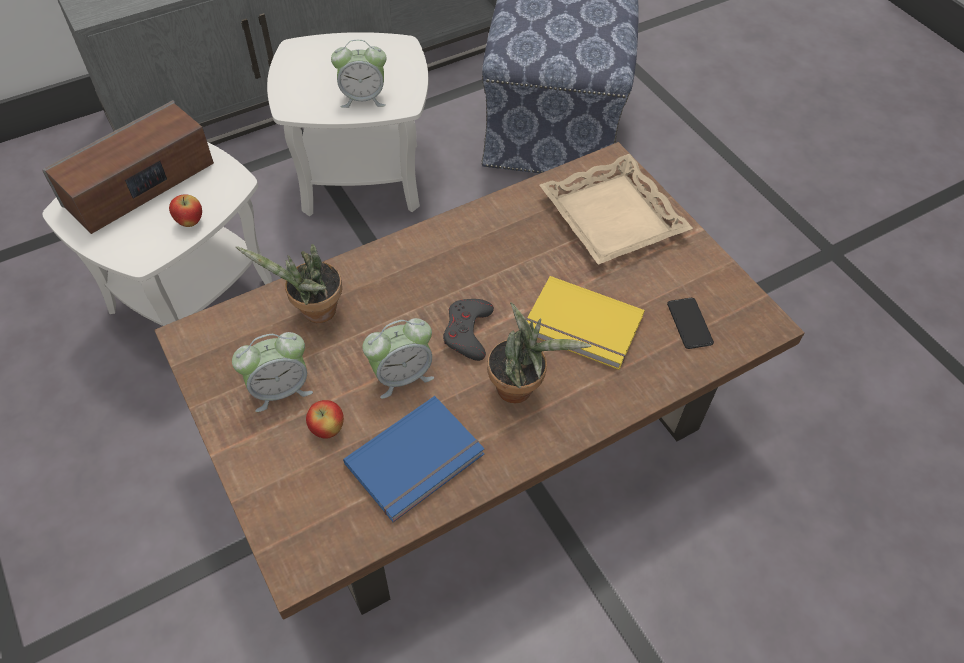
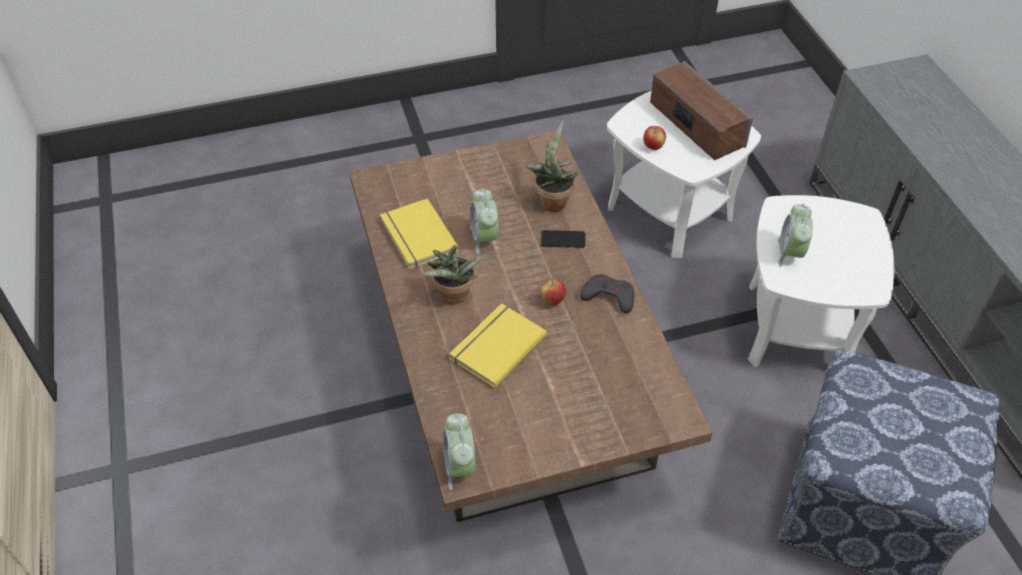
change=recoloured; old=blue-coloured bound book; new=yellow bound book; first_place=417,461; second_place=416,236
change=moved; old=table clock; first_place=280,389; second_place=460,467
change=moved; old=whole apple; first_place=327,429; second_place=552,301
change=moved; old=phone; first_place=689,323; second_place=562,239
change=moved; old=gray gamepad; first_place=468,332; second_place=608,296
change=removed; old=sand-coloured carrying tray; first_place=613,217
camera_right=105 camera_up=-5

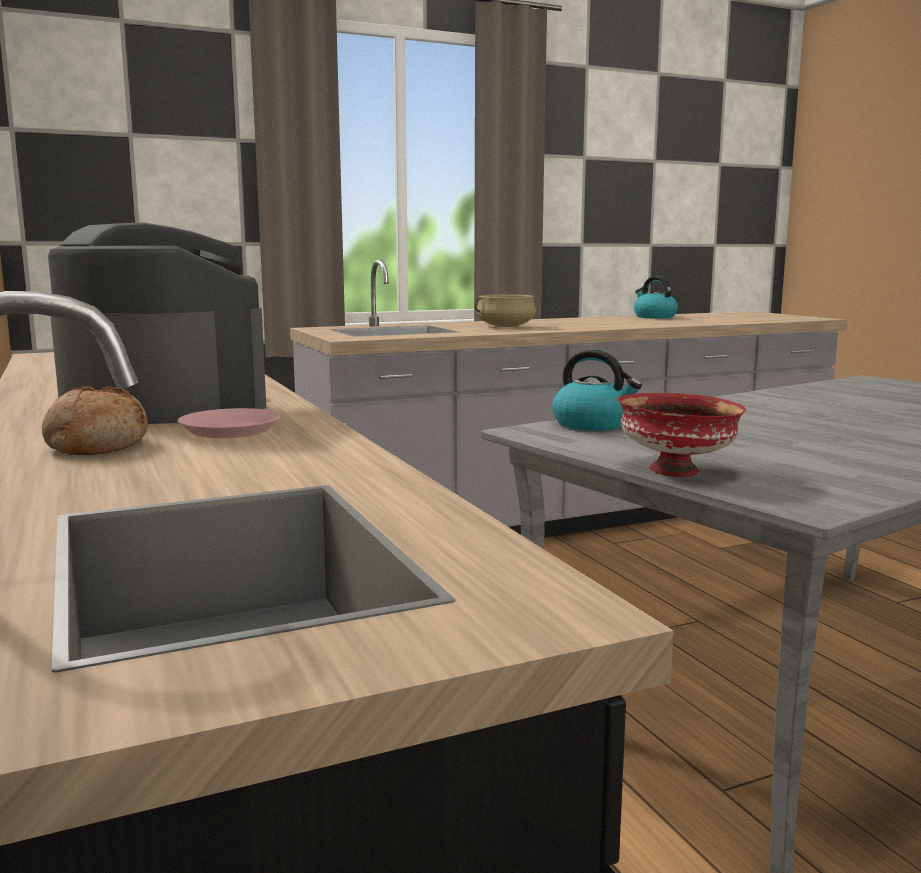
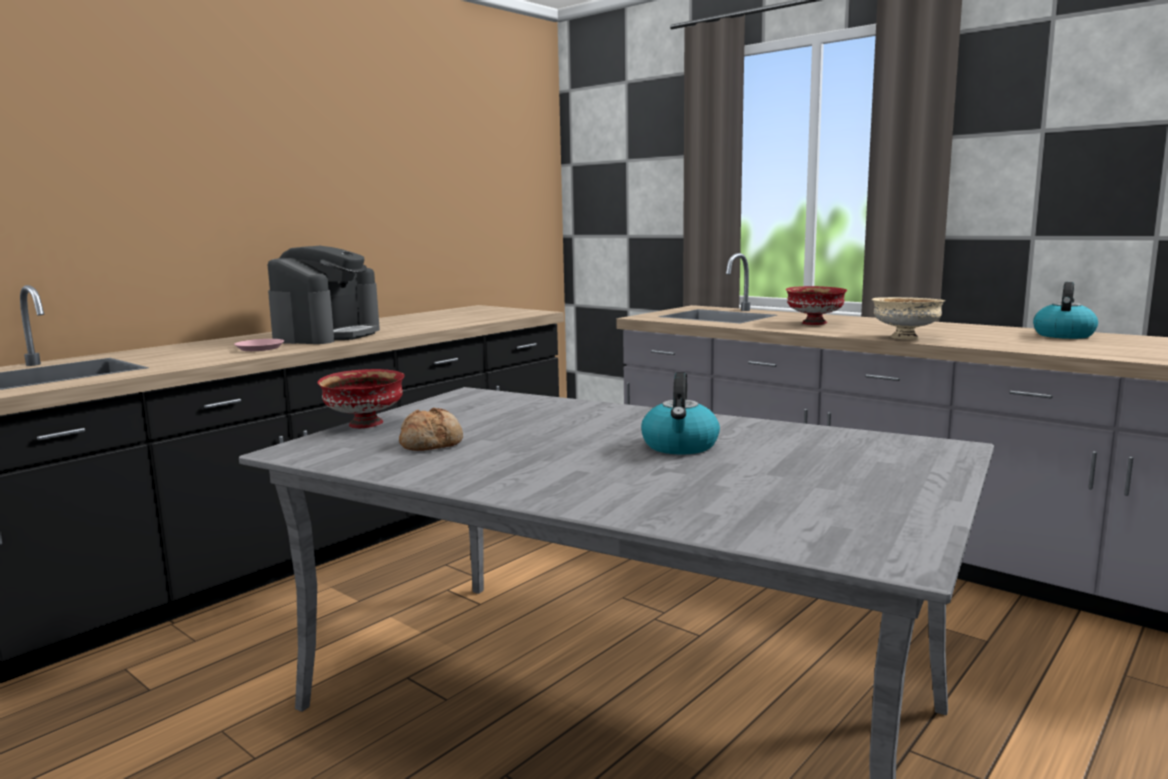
change=moved; old=bread; first_place=95,445; second_place=431,444
change=moved; old=kettle; first_place=593,424; second_place=680,446
change=replaced; old=sand-coloured stockpot; new=red-coloured deep dish; first_place=505,326; second_place=815,323
change=added; new=sand-coloured deep dish; second_place=904,338
camera_right=65 camera_up=0

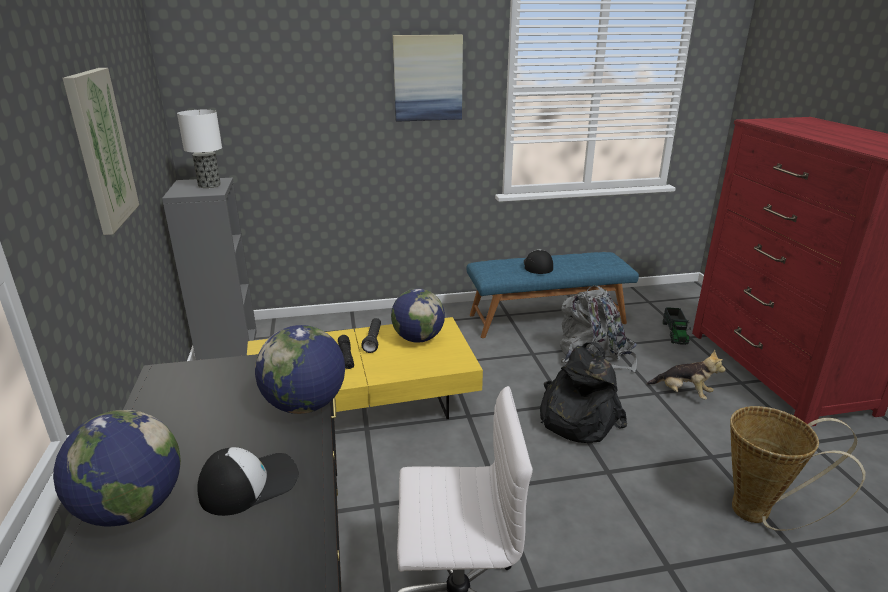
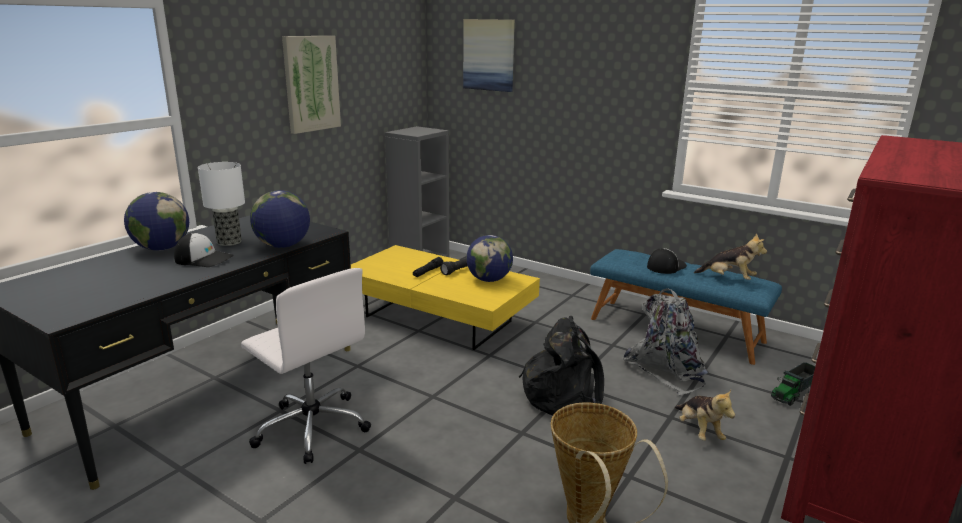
change=moved; old=lamp for a table; first_place=208,185; second_place=228,242
change=moved; old=wall art; first_place=427,78; second_place=489,55
change=added; new=soft toy; second_place=728,279
camera_right=45 camera_up=-5

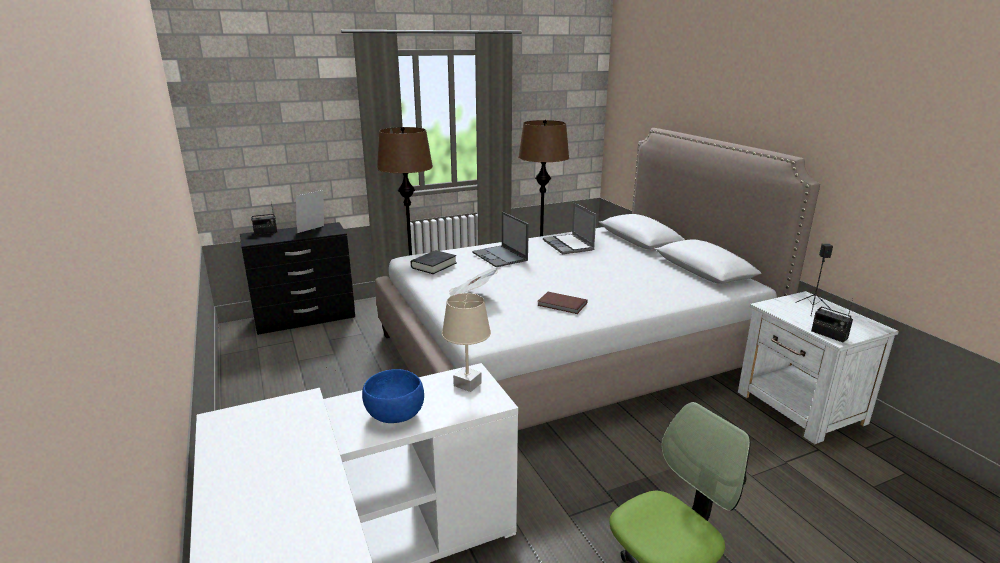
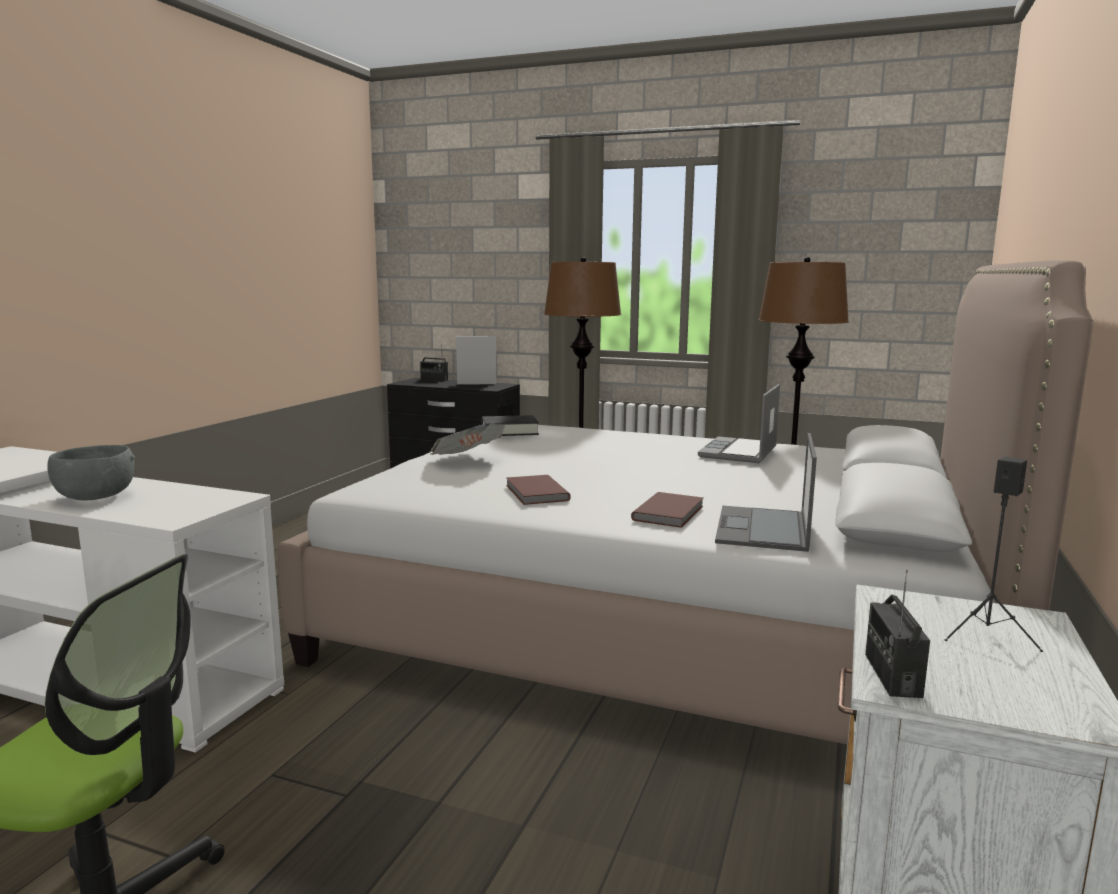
change=recoloured; old=blue-coloured deep dish; new=gray deep dish; first_place=395,415; second_place=95,497
change=added; new=brown-coloured bound book; second_place=670,513
change=moved; old=laptop; first_place=500,256; second_place=763,529
change=removed; old=sand-coloured lamp for a table; first_place=468,384
camera_right=45 camera_up=-10

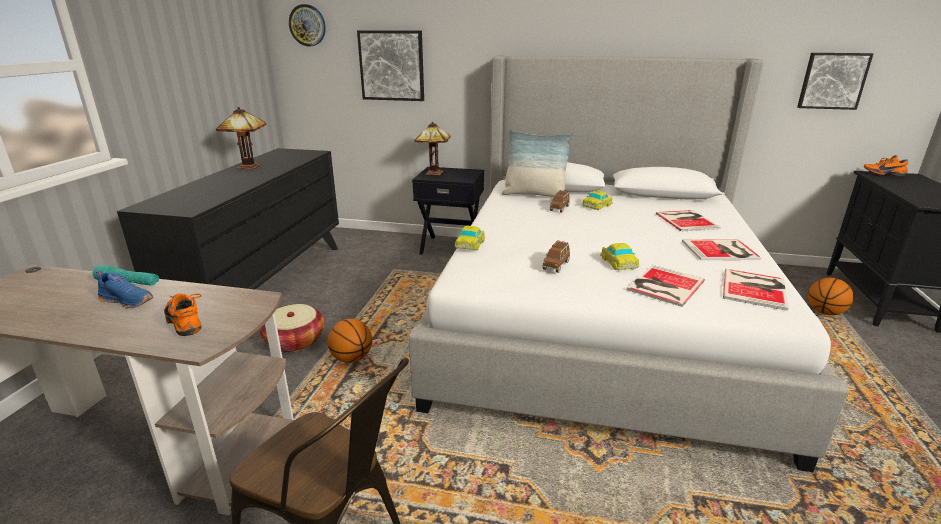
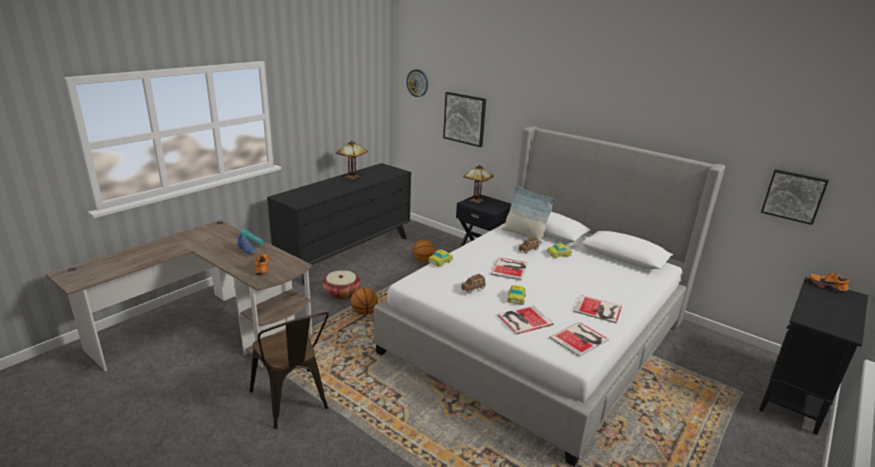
change=moved; old=basketball; first_place=825,312; second_place=423,260
change=moved; old=bound book; first_place=687,220; second_place=510,268
camera_right=25 camera_up=0

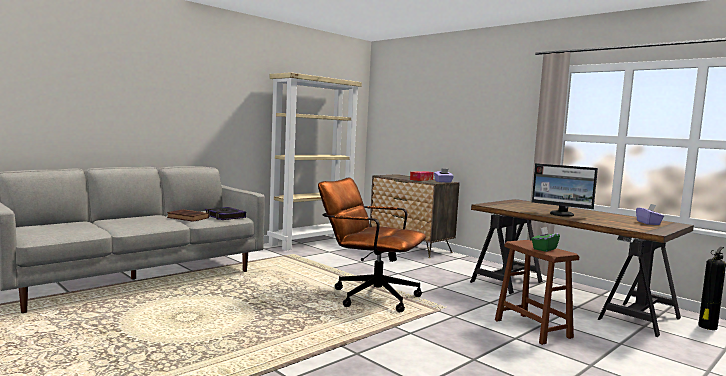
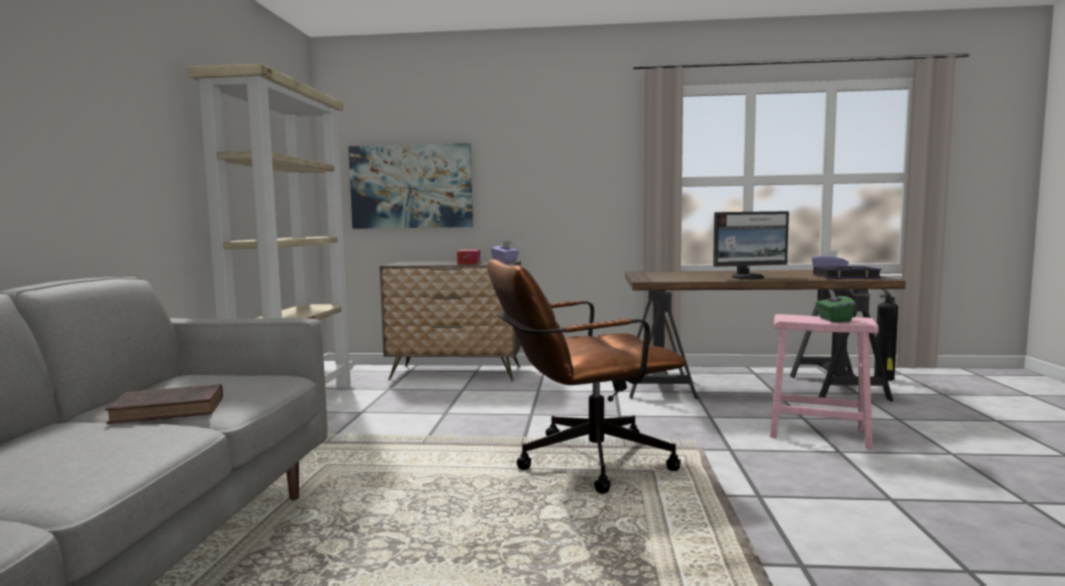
change=added; new=wall art; second_place=411,186
change=recoloured; old=brown-coloured stool; new=pink-coloured stool; first_place=532,328; second_place=818,433
change=moved; old=bound book; first_place=225,216; second_place=846,277
camera_right=-40 camera_up=0

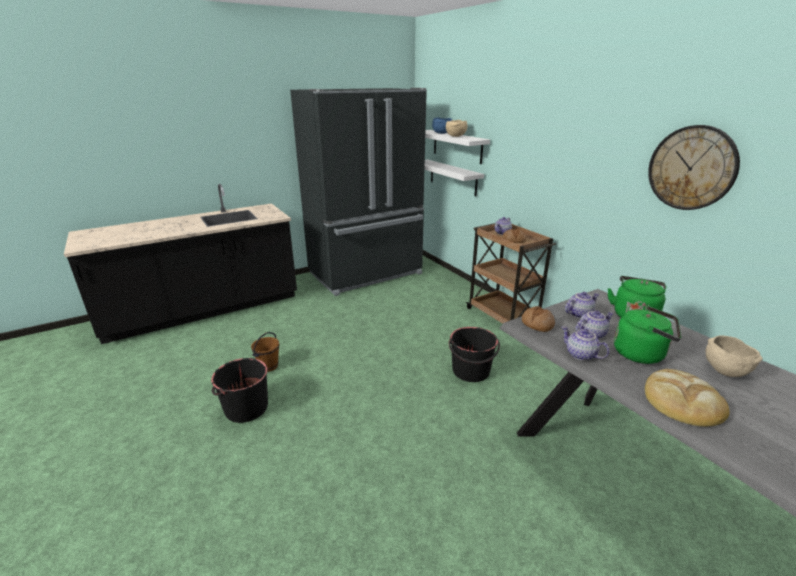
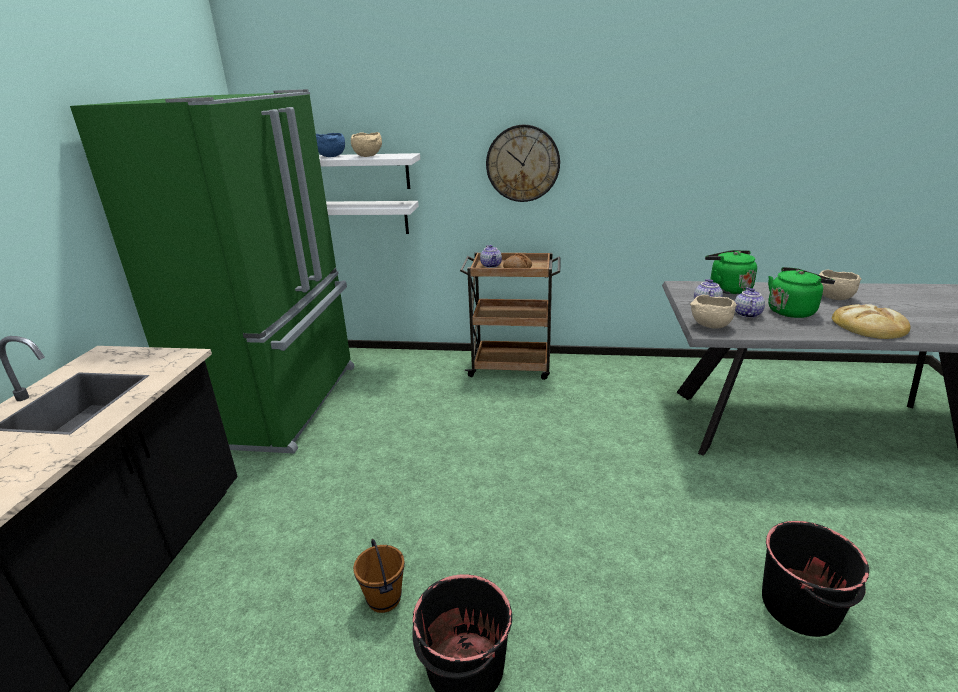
change=recoloured; old=black kitchen fridge; new=green-coloured kitchen fridge; first_place=367,274; second_place=282,403
change=moved; old=hanging clock; first_place=691,168; second_place=523,163
change=replaced; old=bread; new=sand-coloured deep dish; first_place=537,324; second_place=709,326
change=moved; old=black water bucket; first_place=471,371; second_place=801,607
change=removed; old=tea pot; first_place=581,355
camera_right=-50 camera_up=0

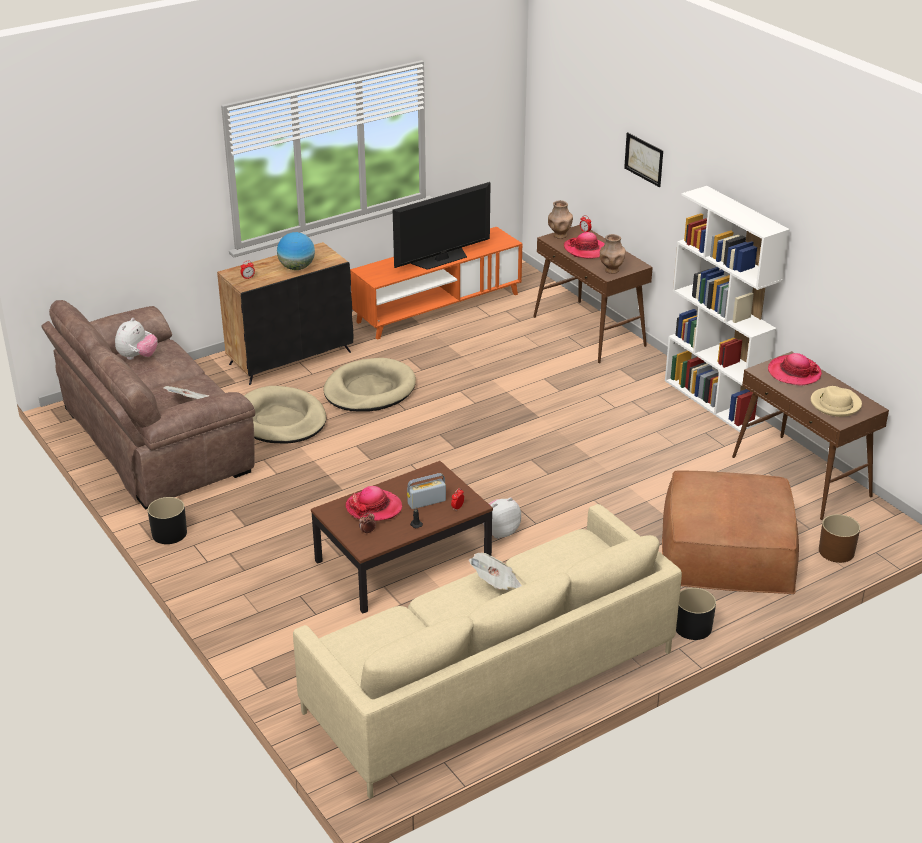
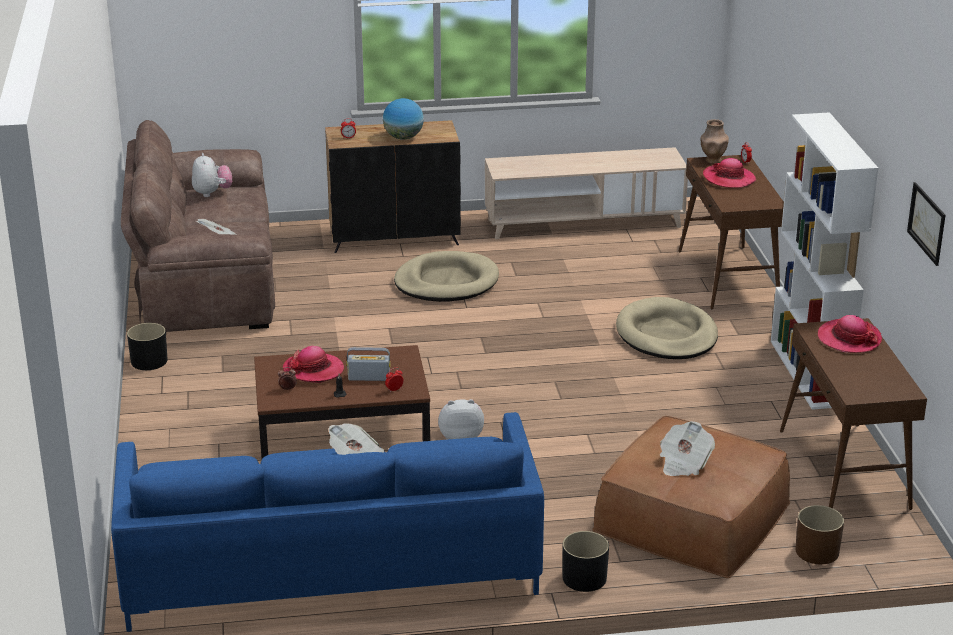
change=recoloured; old=sand-coloured settee; new=blue-coloured settee; first_place=490,681; second_place=330,566
change=turned; old=soft toy; first_place=137,357; second_place=212,193; degrees=-60
change=recoloured; old=orange tv stand; new=sand-coloured tv stand; first_place=438,308; second_place=584,223
change=moved; old=sand-coloured dog cushion; first_place=280,420; second_place=666,334
change=added; new=daily paper; second_place=683,463
change=moved; old=wall art; first_place=644,159; second_place=926,223
change=removed; old=television; first_place=441,259
change=removed; old=brown-coloured decorative vase; first_place=611,270
change=removed; old=sand-coloured clothing hat; first_place=835,404
camera_right=25 camera_up=-5

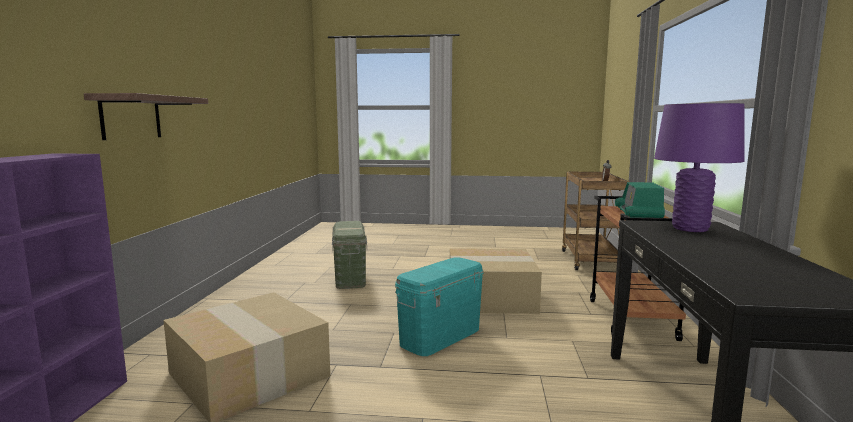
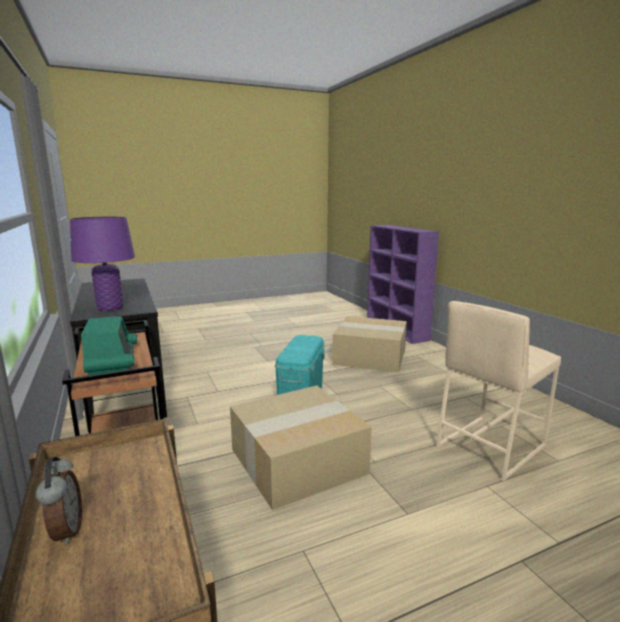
change=replaced; old=green-coloured storage box; new=sand-coloured stool; first_place=350,277; second_place=489,446
change=removed; old=wall shelf; first_place=131,117
camera_right=150 camera_up=5

